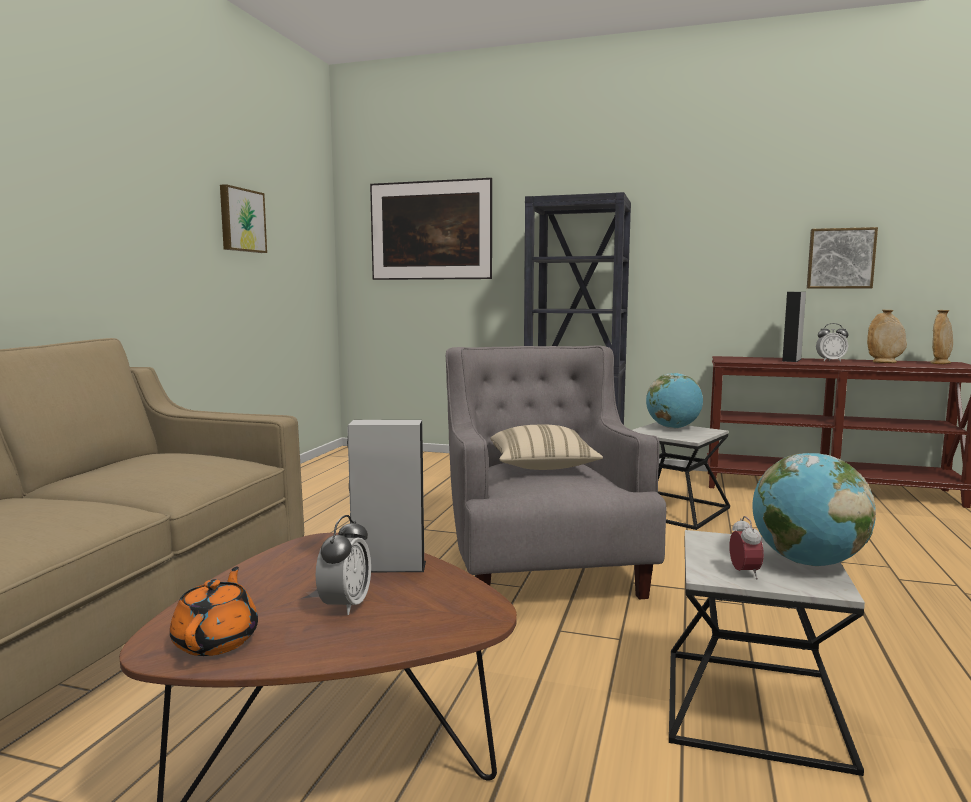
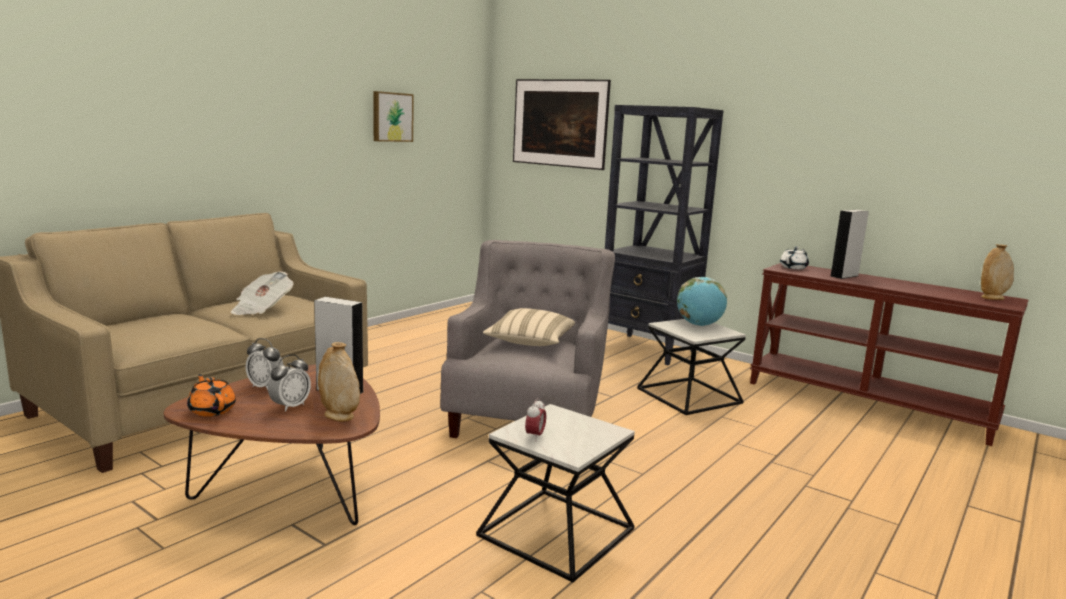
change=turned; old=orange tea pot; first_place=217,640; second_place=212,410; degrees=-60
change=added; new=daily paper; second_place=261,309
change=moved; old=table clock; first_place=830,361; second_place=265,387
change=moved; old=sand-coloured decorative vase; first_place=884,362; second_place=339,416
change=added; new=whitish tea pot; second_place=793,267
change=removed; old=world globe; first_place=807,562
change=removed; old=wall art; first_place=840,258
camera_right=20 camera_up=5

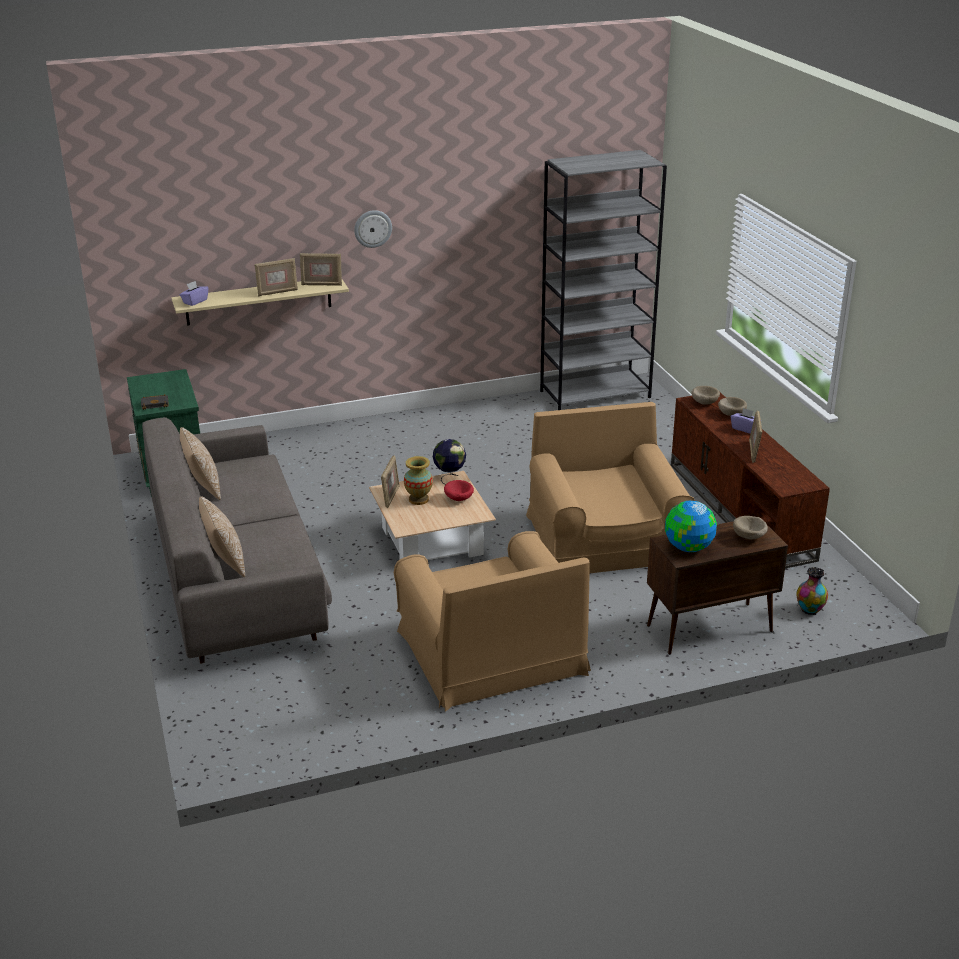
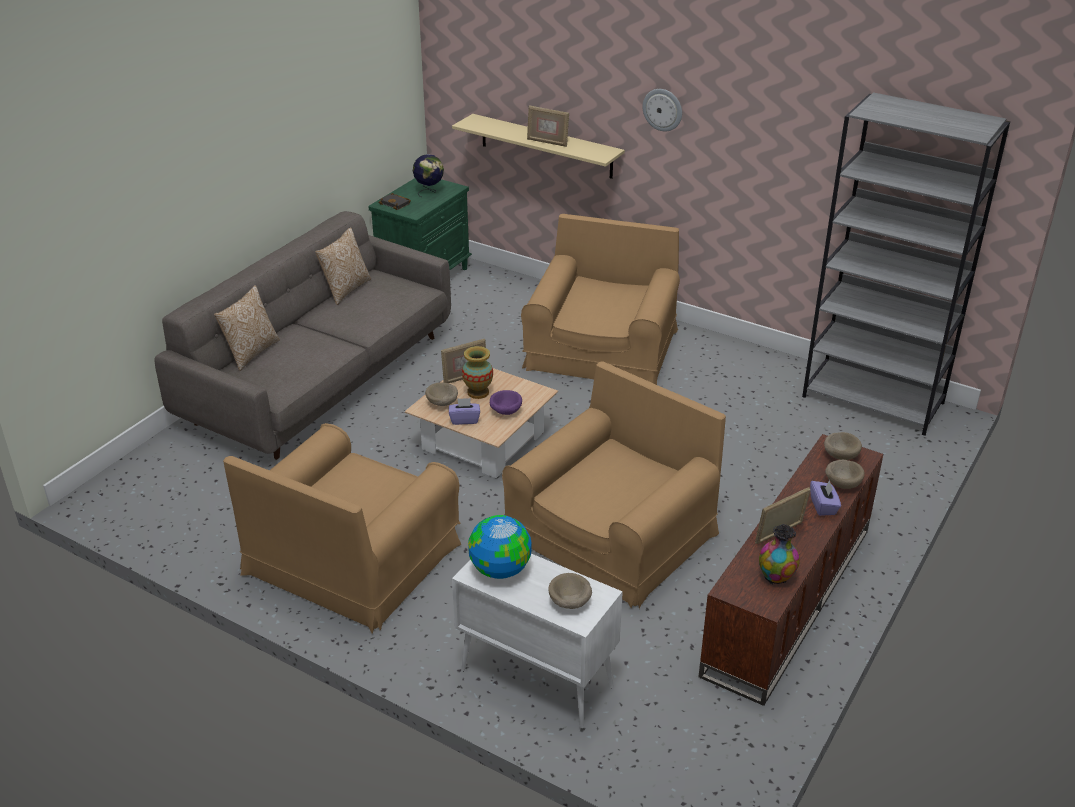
change=moved; old=world globe; first_place=449,478; second_place=429,192
change=added; new=sand-coloured deep dish; second_place=442,403
change=moved; old=purplish tissue box; first_place=195,301; second_place=464,420
change=recoloured; old=brown-coloured cabinet; new=whitish cabinet; first_place=708,629; second_place=535,678
change=recoloured; old=red-coloured deep dish; new=purplish deep dish; first_place=458,499; second_place=505,411
change=added; new=brown-coloured armchair; second_place=602,350
change=moved; old=decorative vase; first_place=810,610; second_place=776,577
change=removed; old=photo frame; first_place=322,284
camera_right=50 camera_up=5

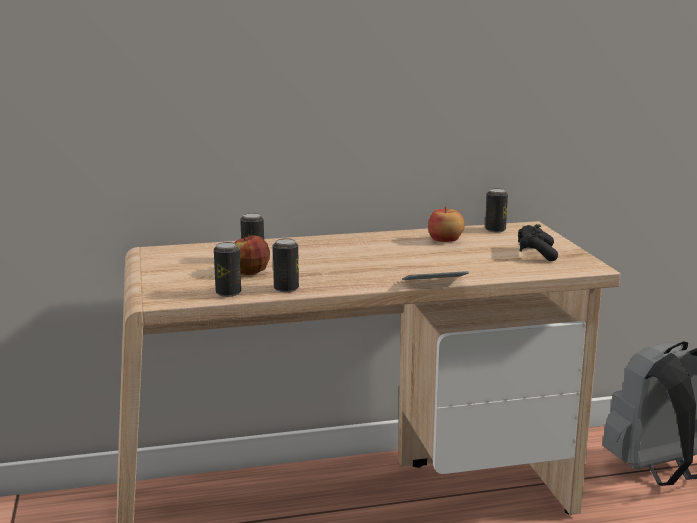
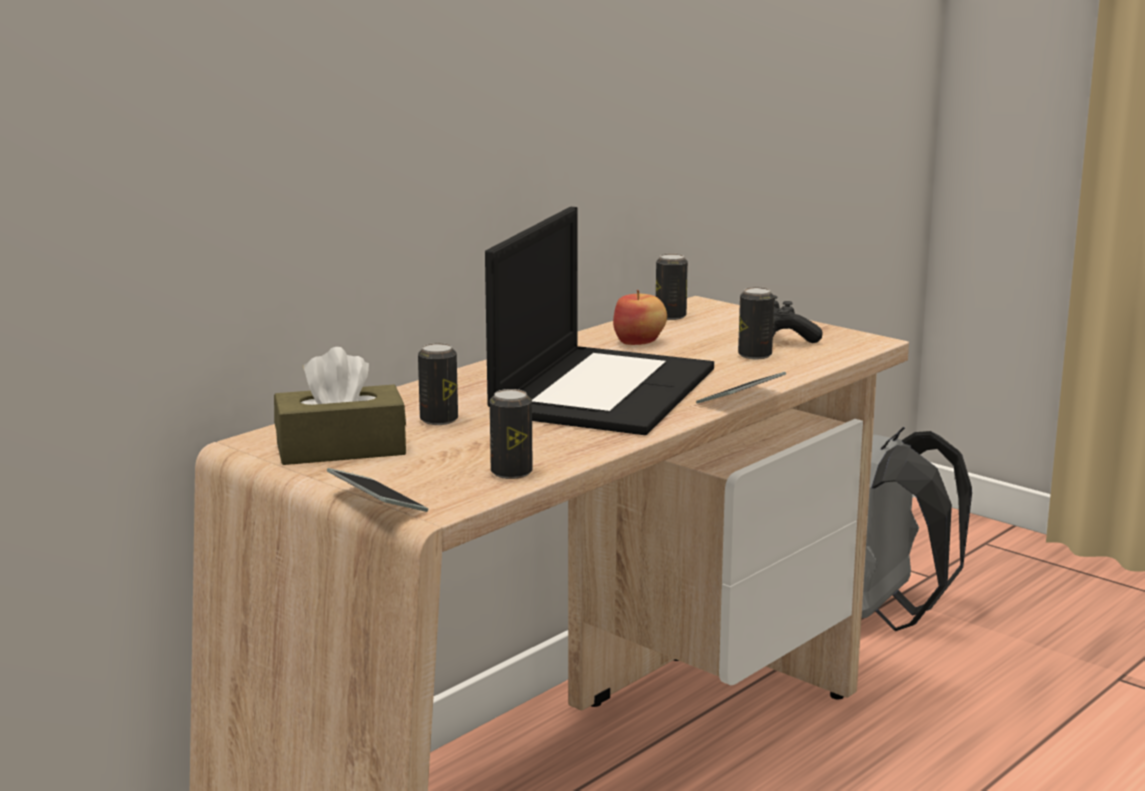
change=added; new=brown-coloured tissue box; second_place=341,449
change=added; new=phone; second_place=377,502
change=added; new=laptop; second_place=603,390
change=moved; old=metal can; first_place=286,288; second_place=754,355
change=removed; old=whole apple; first_place=250,272
camera_right=-35 camera_up=0

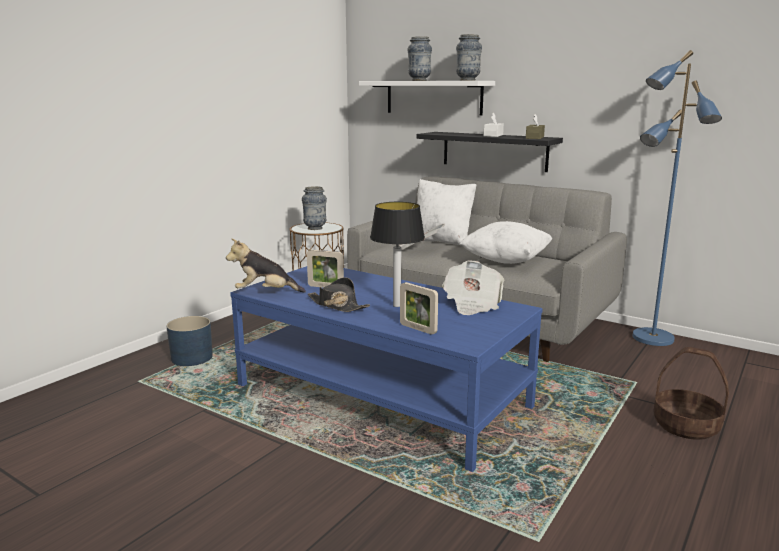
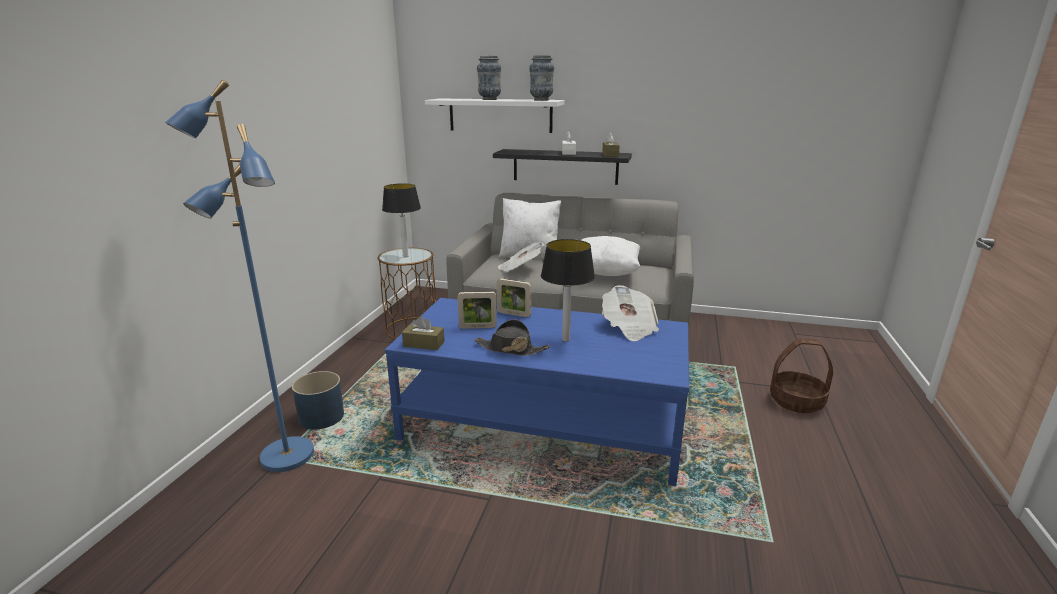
change=moved; old=blue-coloured floor lamp; first_place=652,338; second_place=286,457
change=replaced; old=decorative vase; new=lamp for a table; first_place=315,228; second_place=405,256
change=replaced; old=soft toy; new=brown-coloured tissue box; first_place=265,293; second_place=424,344
change=moved; old=photo frame; first_place=418,329; second_place=514,314
camera_right=-20 camera_up=5

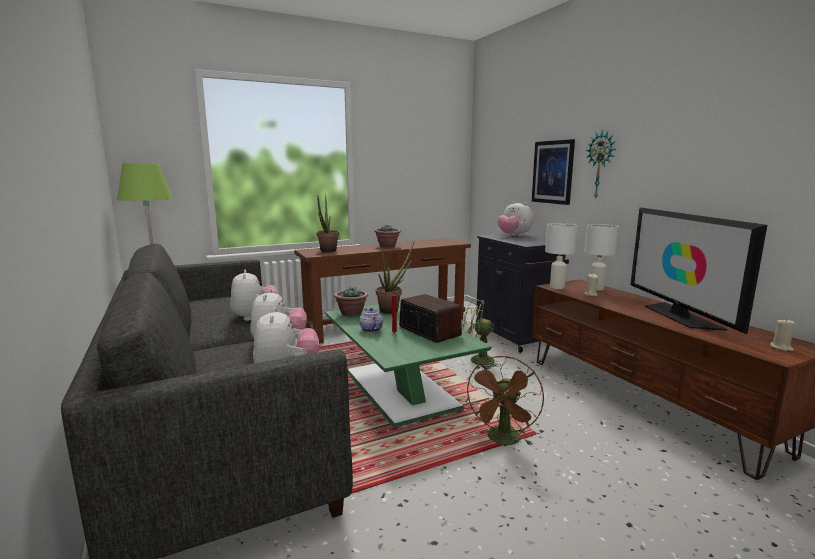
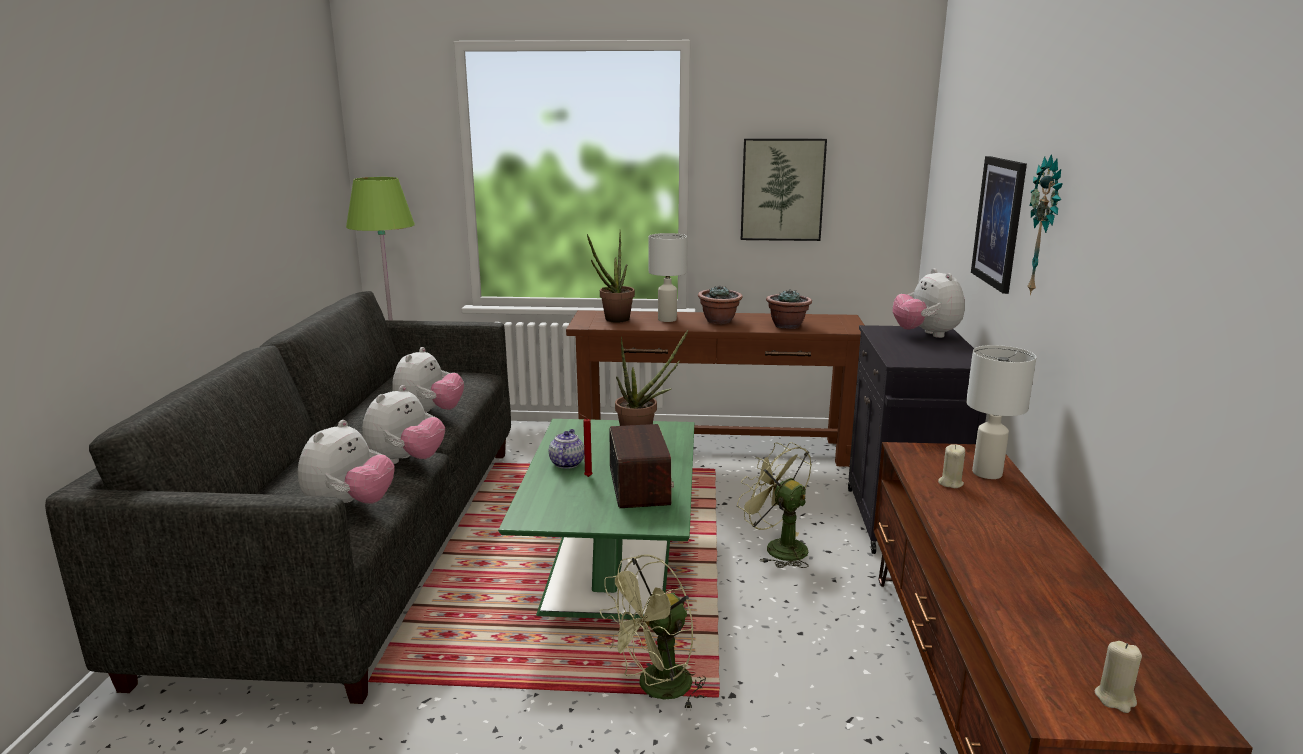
change=recoloured; old=brown-coloured fan; new=green-coloured fan; first_place=503,441; second_place=656,689
change=moved; old=whitish lamp for a table; first_place=556,287; second_place=667,319
change=added; new=wall art; second_place=782,189
change=moved; old=houseplant; first_place=351,314; second_place=787,326
change=removed; old=television; first_place=679,316
camera_right=30 camera_up=5

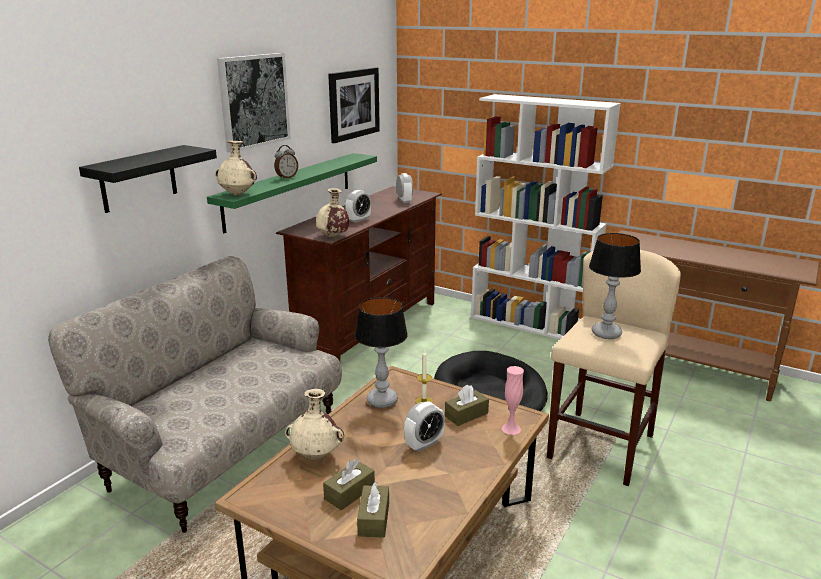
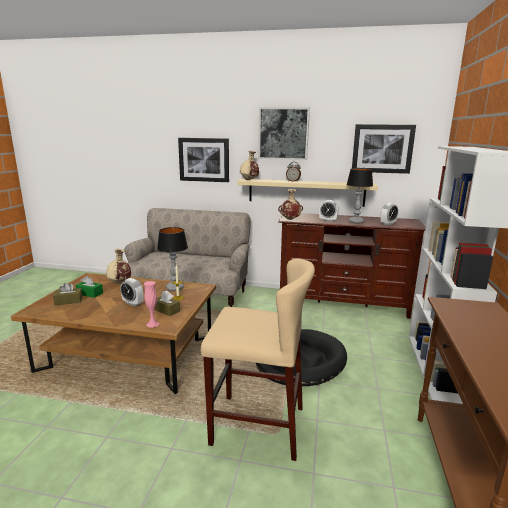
change=recoloured; old=brown-coloured tissue box; new=green-coloured tissue box; first_place=349,493; second_place=90,293
change=replaced; old=black wall shelf; new=wall art; first_place=138,179; second_place=204,160
change=recoloured; old=green-coloured wall shelf; new=sand-coloured wall shelf; first_place=290,190; second_place=306,192
change=moved; old=lamp for a table; first_place=606,334; second_place=355,222
camera_right=70 camera_up=-5

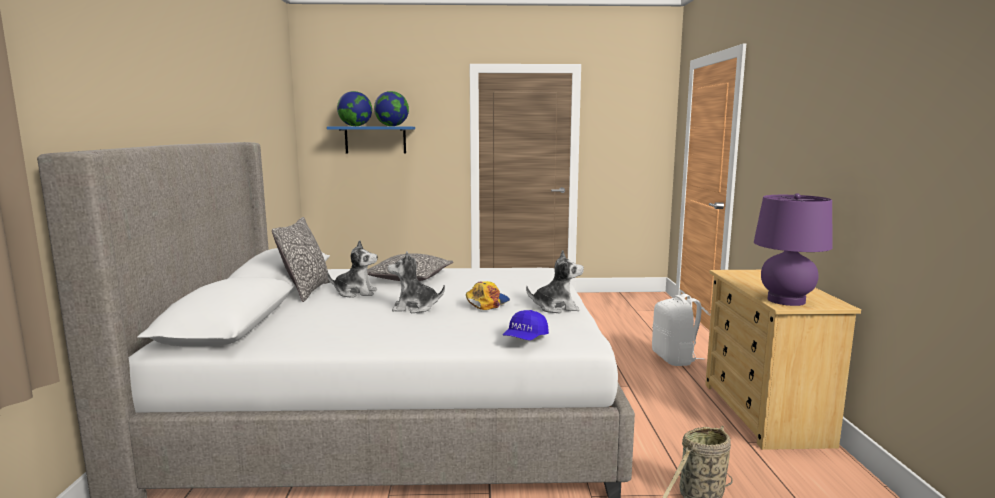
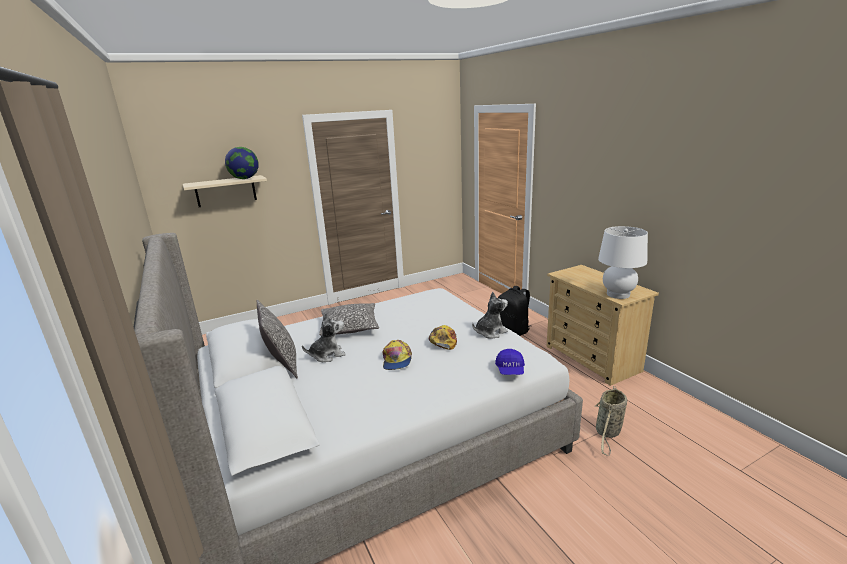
change=recoloured; old=blue-coloured wall shelf; new=sand-coloured wall shelf; first_place=375,140; second_place=226,191
change=replaced; old=soft toy; new=cap; first_place=414,308; second_place=397,360
change=recoloured; old=whitish rucksack; new=black rucksack; first_place=675,359; second_place=513,330
change=recoloured; old=purplish lamp for a table; new=whitish lamp for a table; first_place=786,300; second_place=618,294
change=removed; old=world globe; first_place=355,126
camera_right=-25 camera_up=10

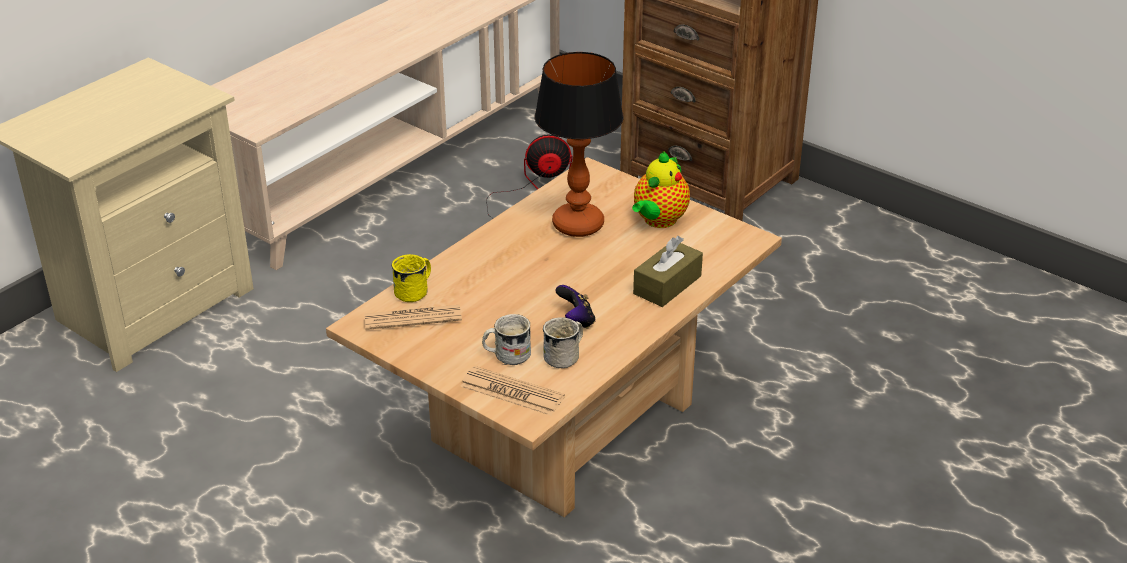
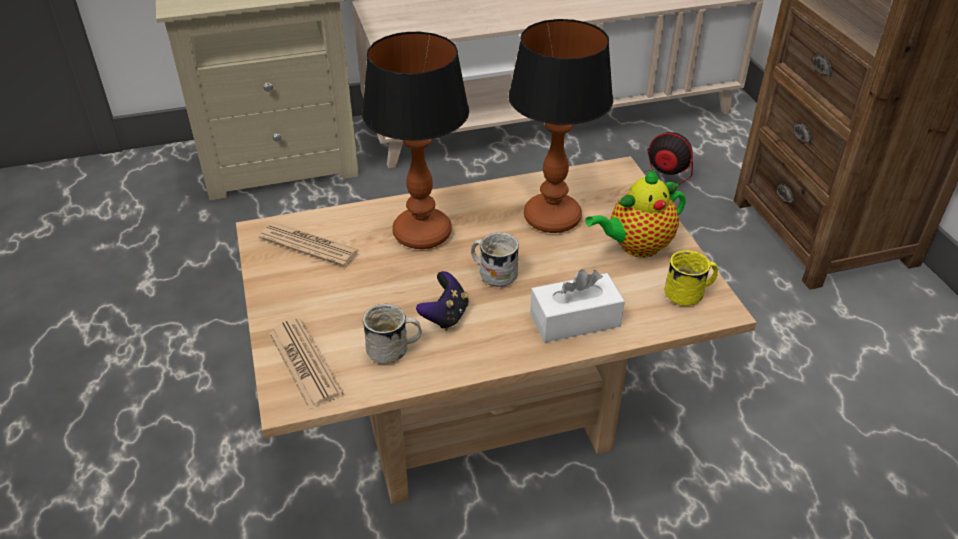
change=added; new=lamp for a table; second_place=423,233
change=moved; old=whitish tea mug; first_place=506,355; second_place=493,273
change=recoloured; old=brown-coloured tissue box; new=whitish tissue box; first_place=667,285; second_place=575,320
change=moved; old=yellow tea mug; first_place=415,291; second_place=690,294
camera_right=35 camera_up=5

